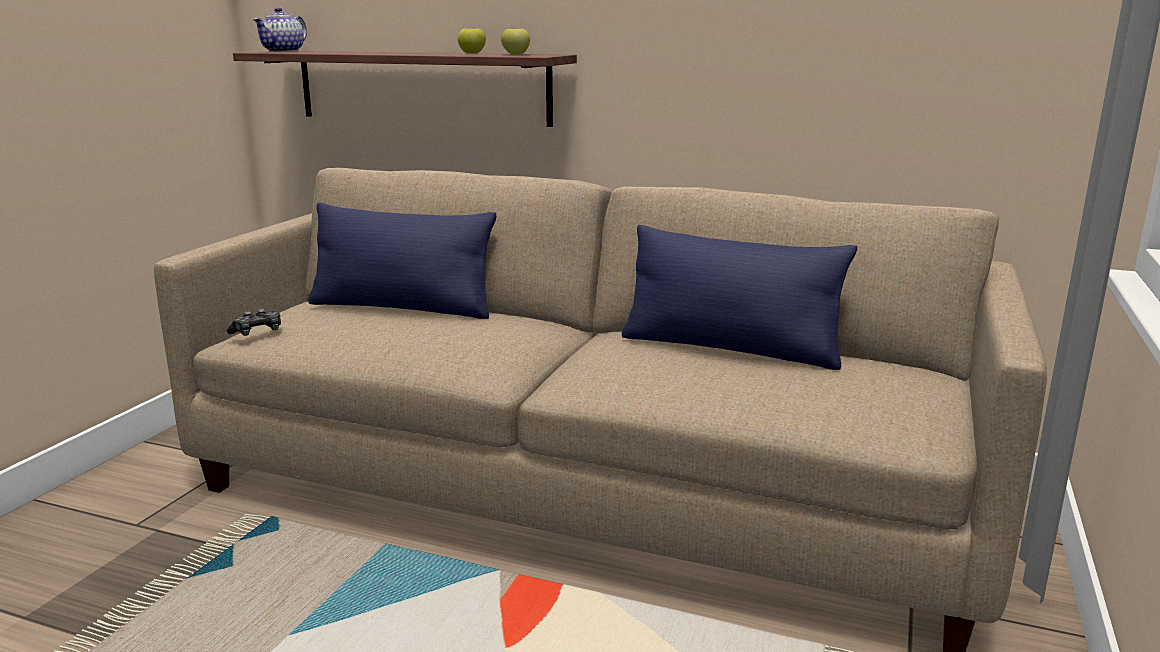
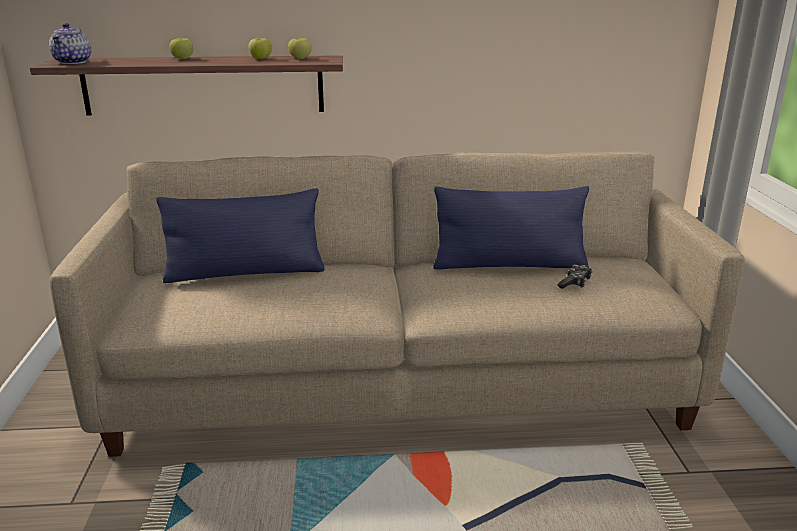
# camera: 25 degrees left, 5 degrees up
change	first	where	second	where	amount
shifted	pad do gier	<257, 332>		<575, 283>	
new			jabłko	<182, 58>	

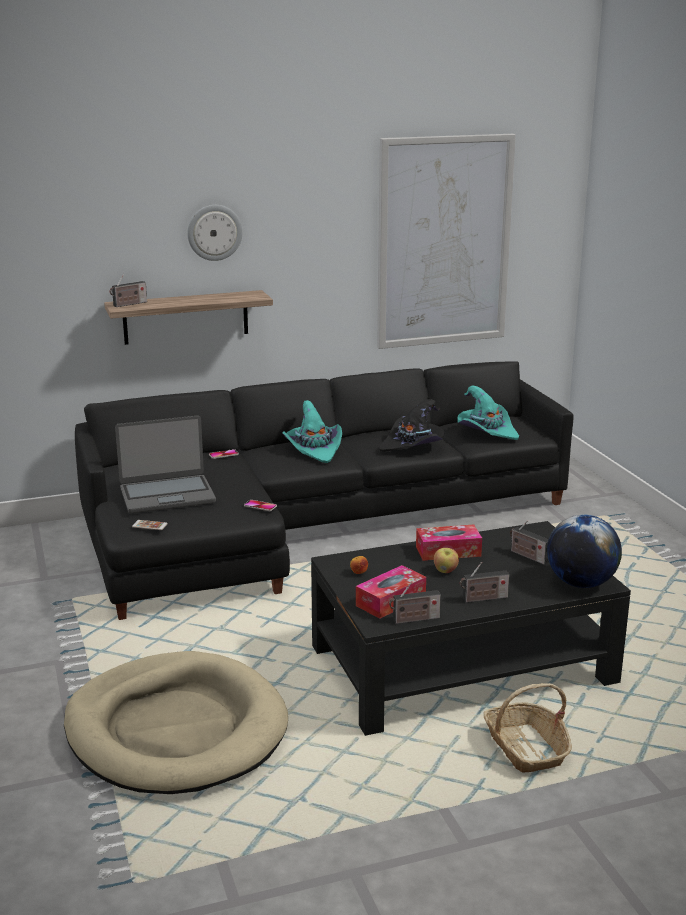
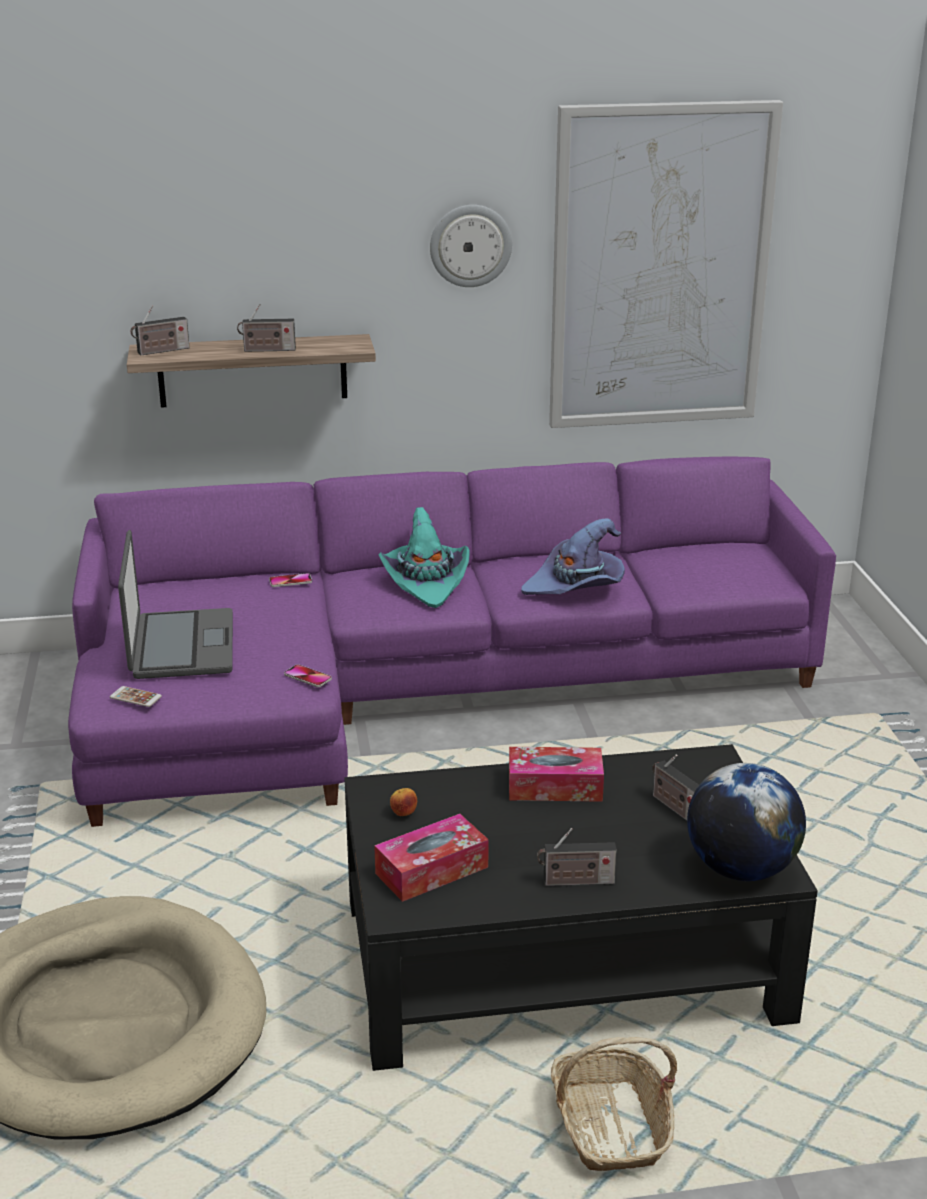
# camera: 10 degrees right, 5 degrees up
change	first	where	second	where	amount
shifted	zegar ścienny	<214, 232>		<470, 245>	
repainted	kanapa (czarny)	<307, 525>	kanapa (fioletowy)	<415, 690>	
gone	kapelusz (turkusowy)	<486, 431>			
repainted	kapelusz (czarny)	<413, 445>	kapelusz (fioletowy)	<576, 586>	
rotated	laptop	<167, 495>		<181, 646>	90 degrees counterclockwise
gone	jabłko	<445, 571>			
shifted	radio	<414, 619>		<267, 350>	

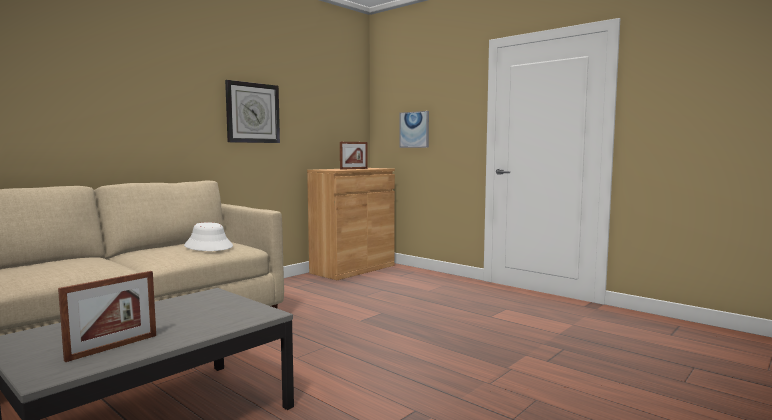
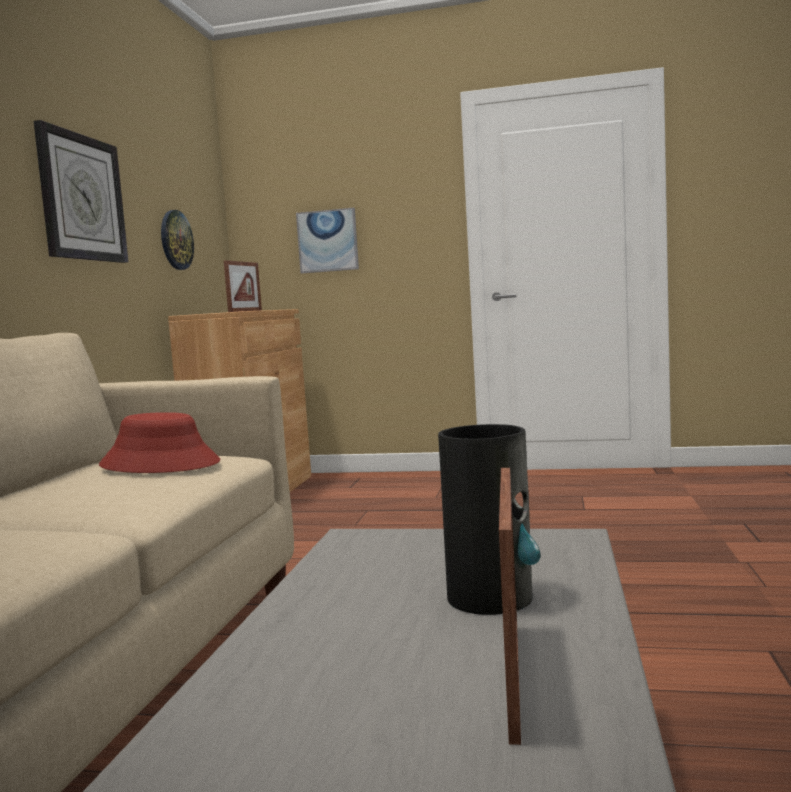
# camera: 30 degrees left, 0 degrees up
change	first	where	second	where	amount
repainted	kapelusz (biały)	<209, 246>	kapelusz (czerwony)	<160, 464>	
new			zegar ścienny	<176, 240>	
new			wazon	<491, 597>	

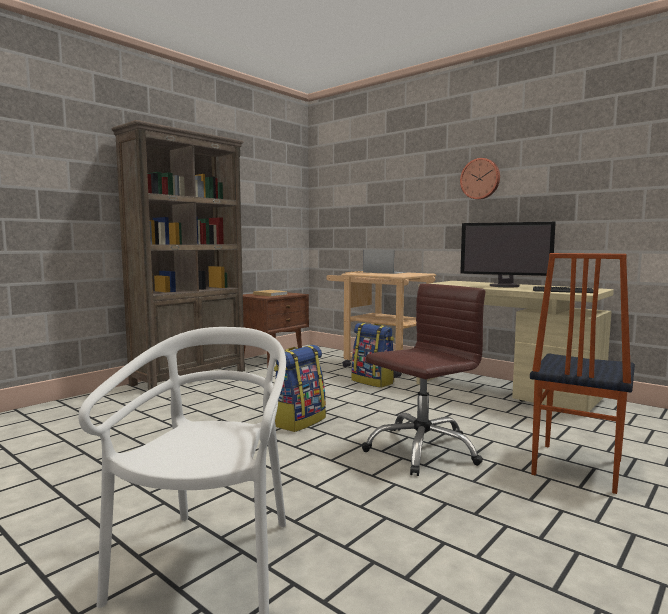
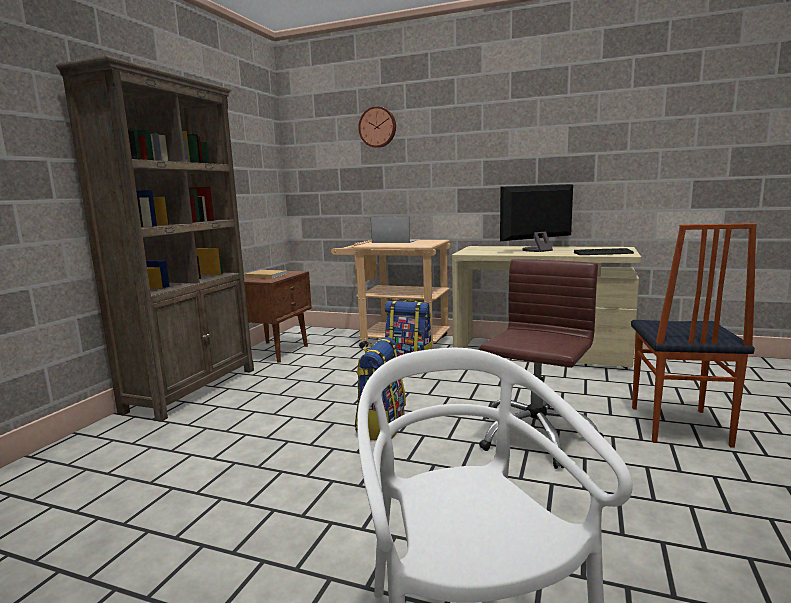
# camera: 20 degrees left, 5 degrees up
change	first	where	second	where	amount
shifted	zegar ścienny	<480, 179>		<378, 127>	
rotated	monitor	<505, 286>		<537, 250>	150 degrees clockwise

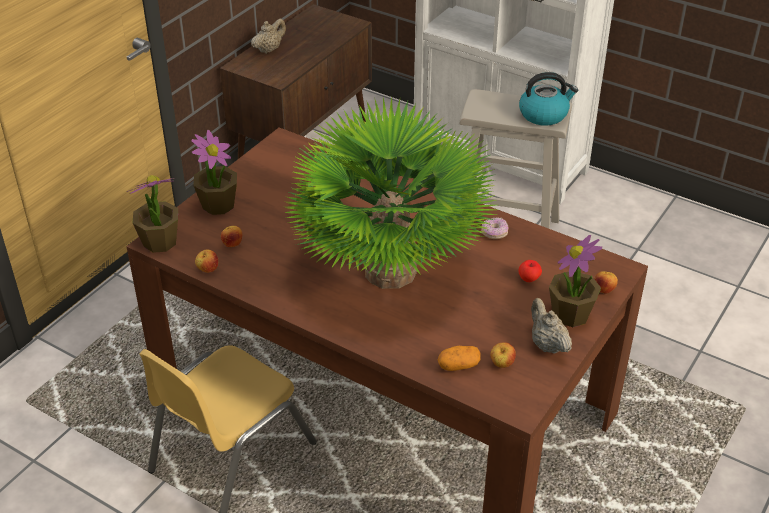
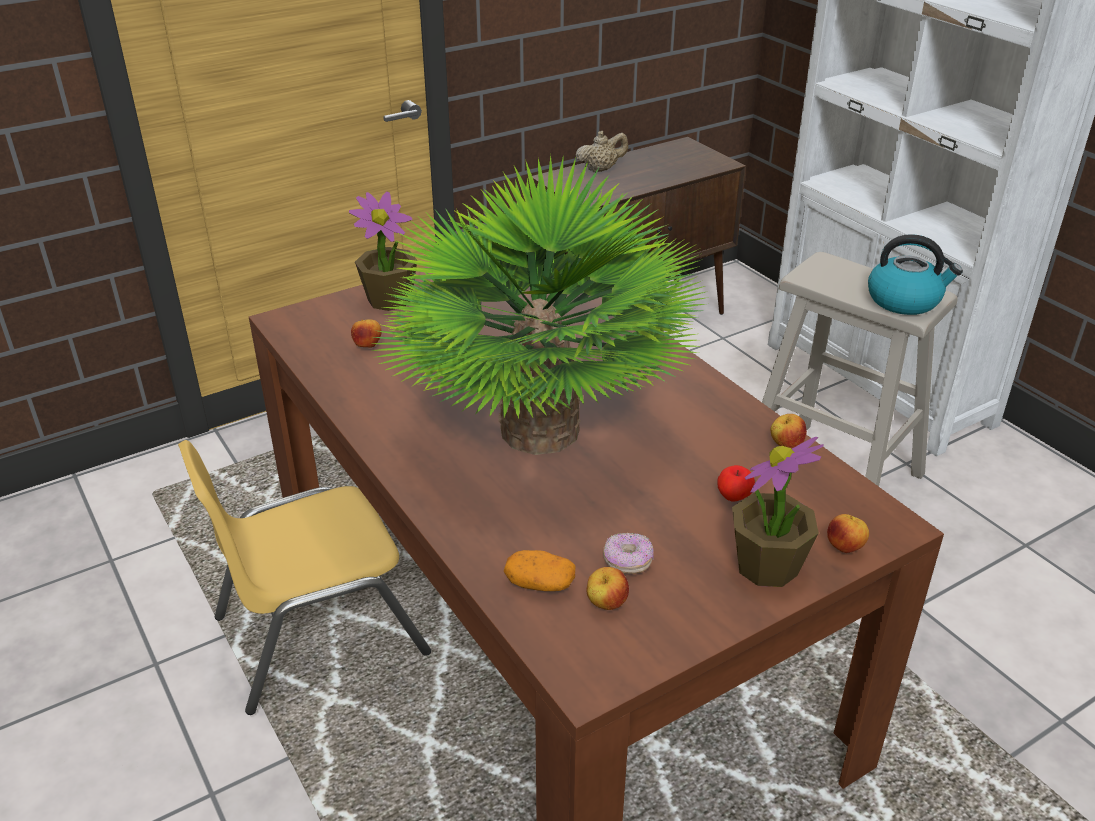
# camera: 25 degrees right, 5 degrees down
change	first	where	second	where	amount
gone	roślina doniczkowa	<159, 242>			
shifted	donut	<494, 233>		<627, 562>	
shifted	jabłko	<208, 270>		<786, 445>	
gone	imbryk (beżowy)	<547, 344>			

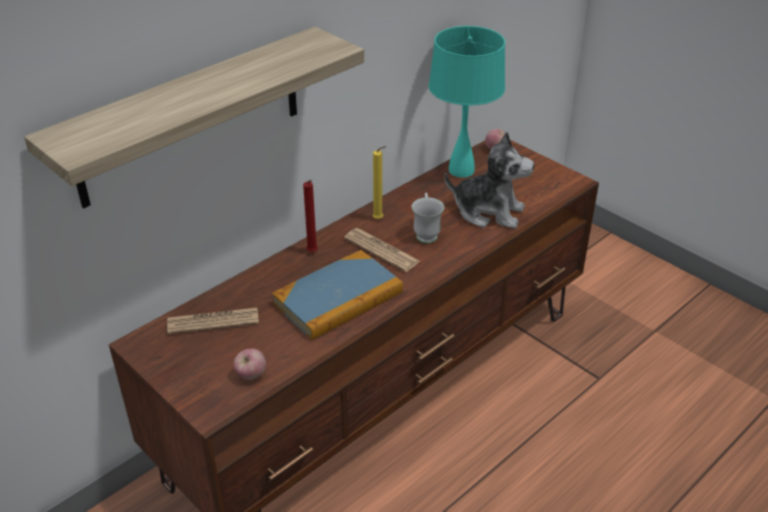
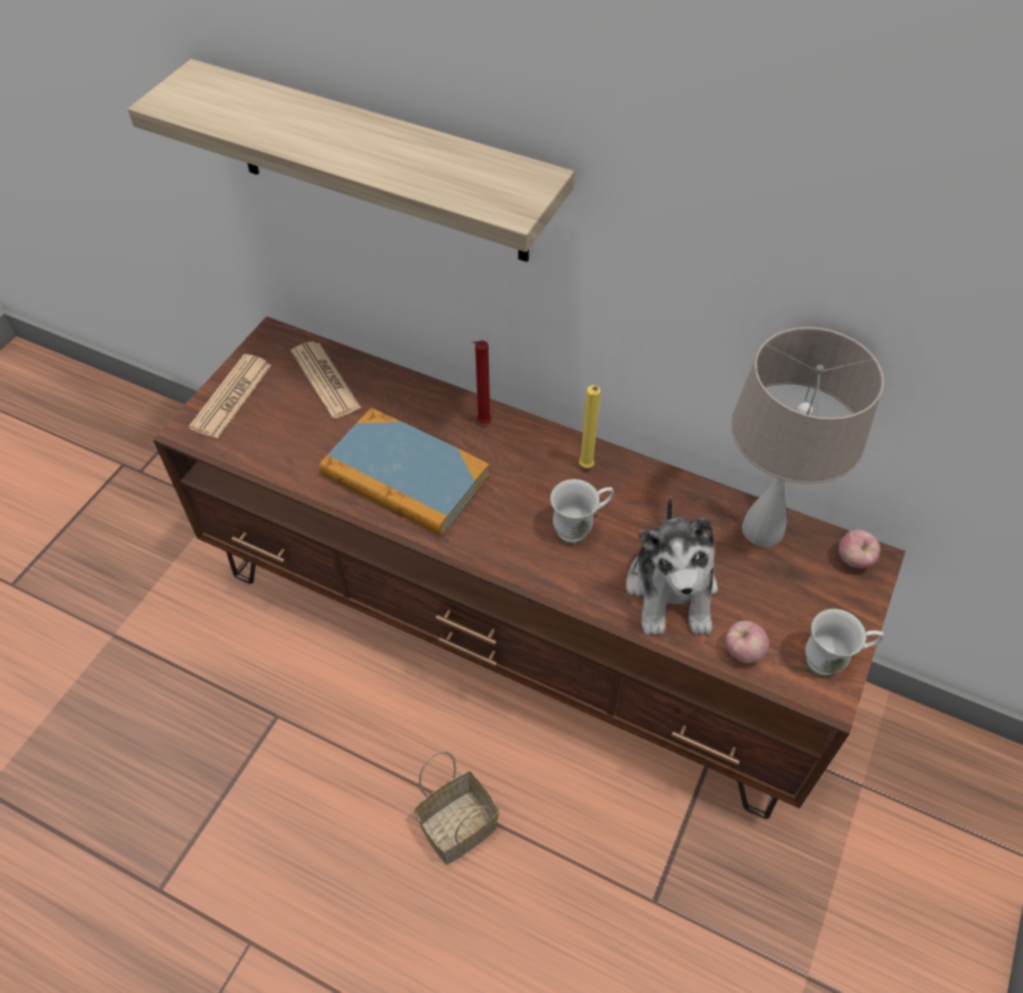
# camera: 70 degrees right, 15 degrees up
change	first	where	second	where	amount
repainted	lampa stołowa (turkusowy)	<461, 171>	lampa stołowa (beżowy)	<762, 529>	
shifted	gazeta	<381, 250>		<231, 396>	
shifted	jabłko	<251, 375>		<742, 652>	
new			kubek (biały)	<832, 661>	
new			koszyk	<457, 830>	

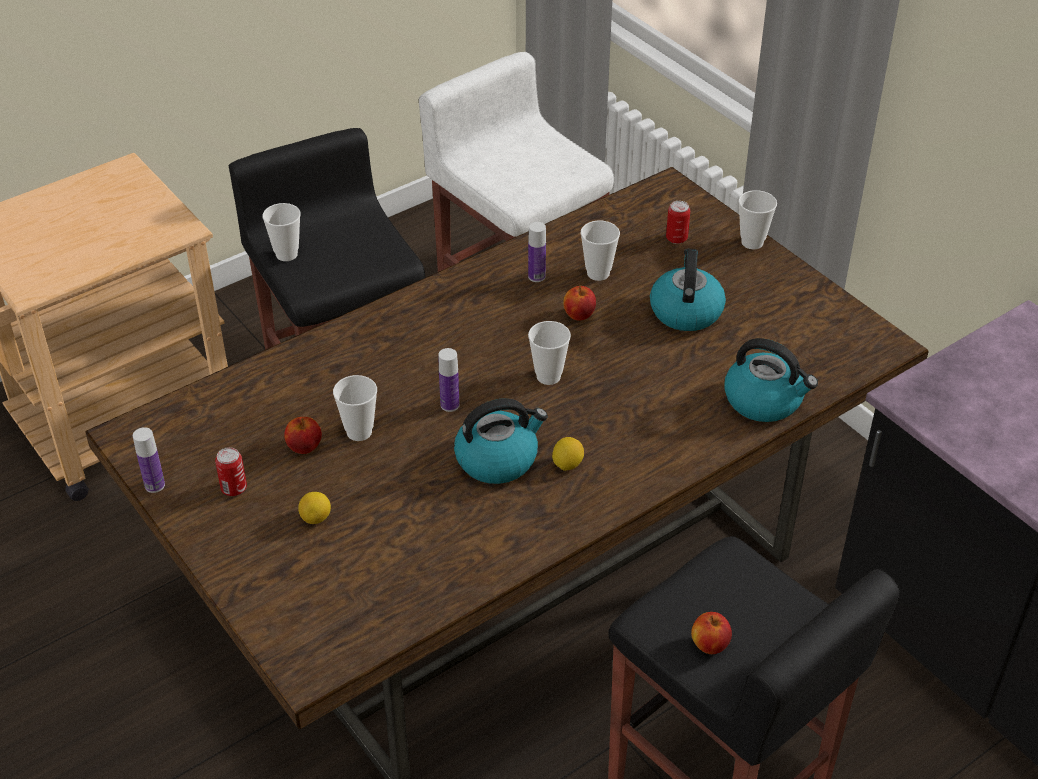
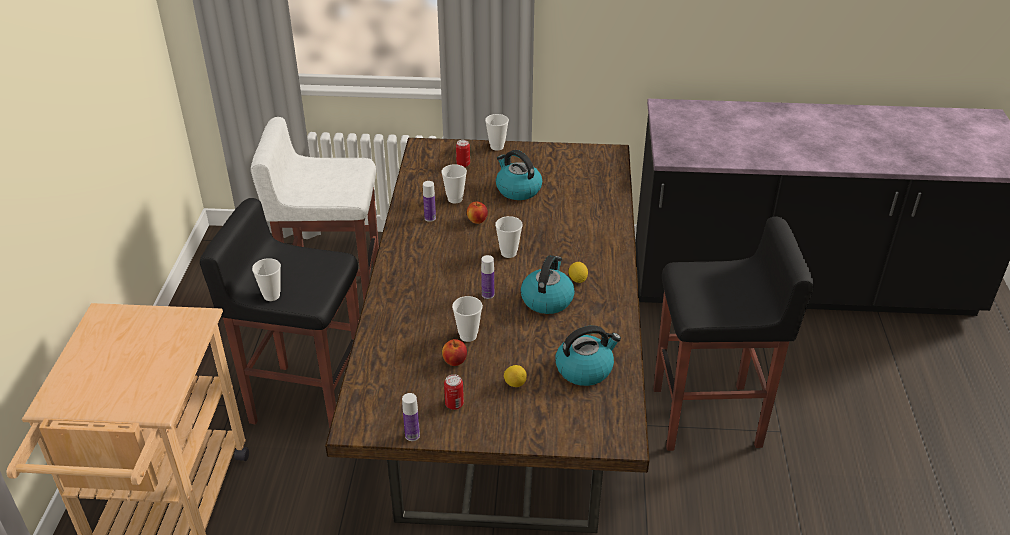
# camera: 50 degrees left, 5 degrees down
change	first	where	second	where	amount
shifted	czajnik	<764, 400>		<585, 369>	
gone	jabłko	<709, 645>			

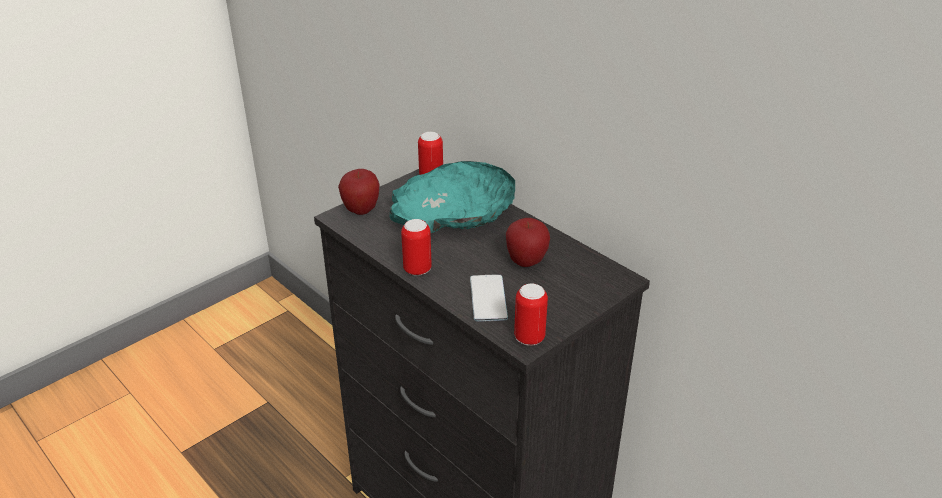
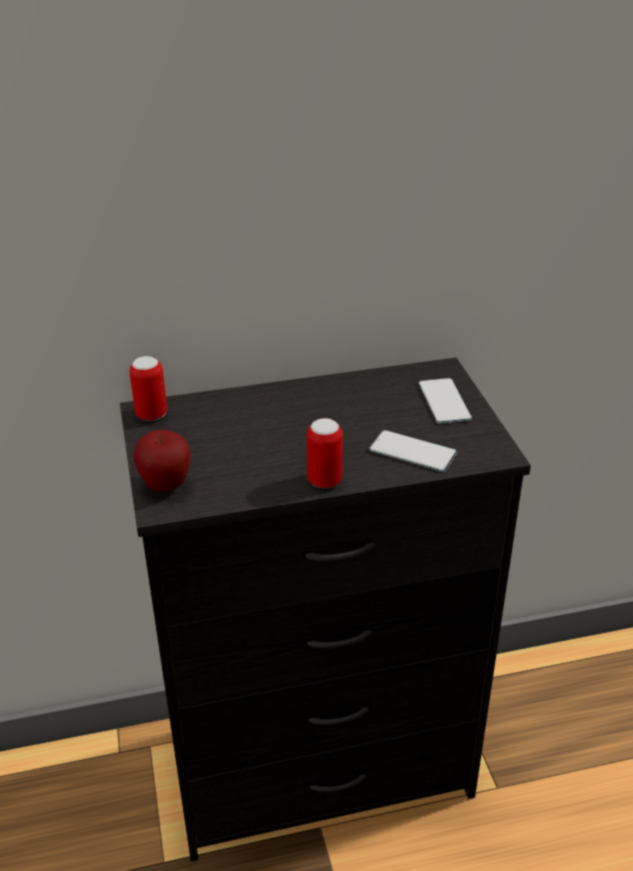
# camera: 60 degrees left, 0 degrees up
change	first	where	second	where	amount
gone	miska (turkusowy)	<453, 215>			
gone	jabłko	<526, 262>			
gone	puszka	<529, 337>			
new			telefon	<444, 401>	

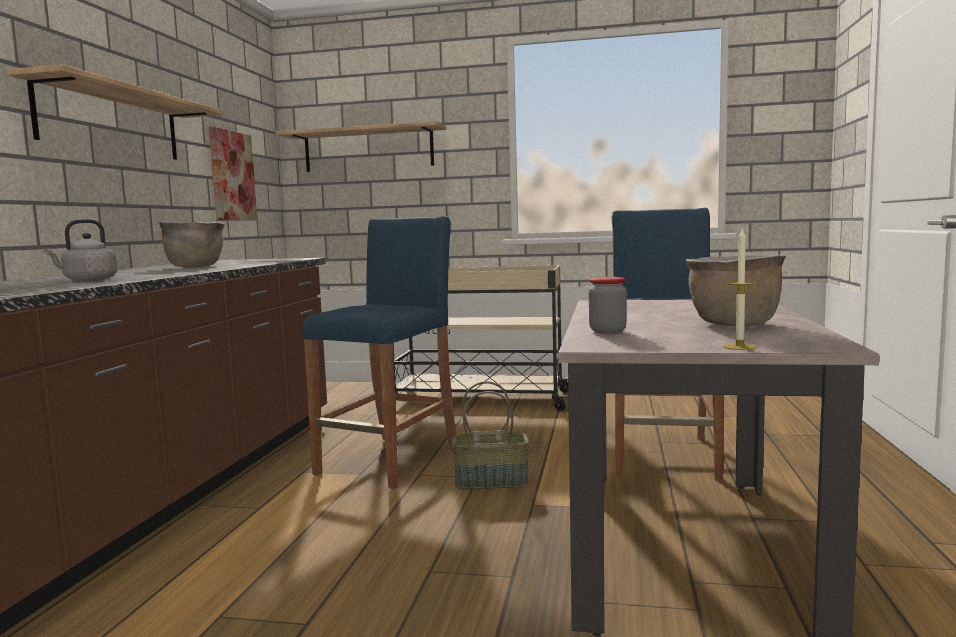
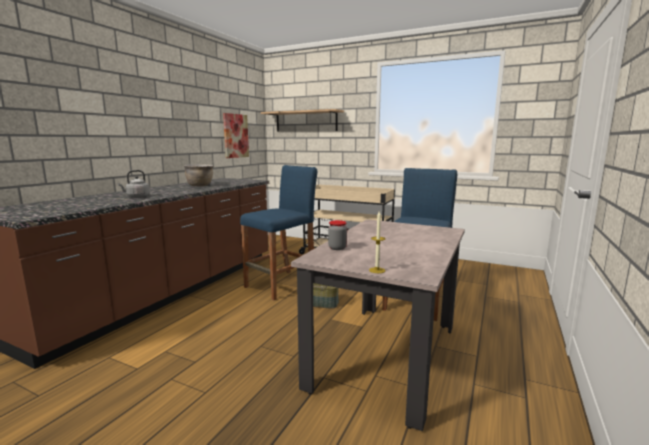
# camera: 15 degrees right, 5 degrees up
change	first	where	second	where	amount
gone	półka	<111, 123>			
gone	garnek (brązowy)	<733, 324>			

